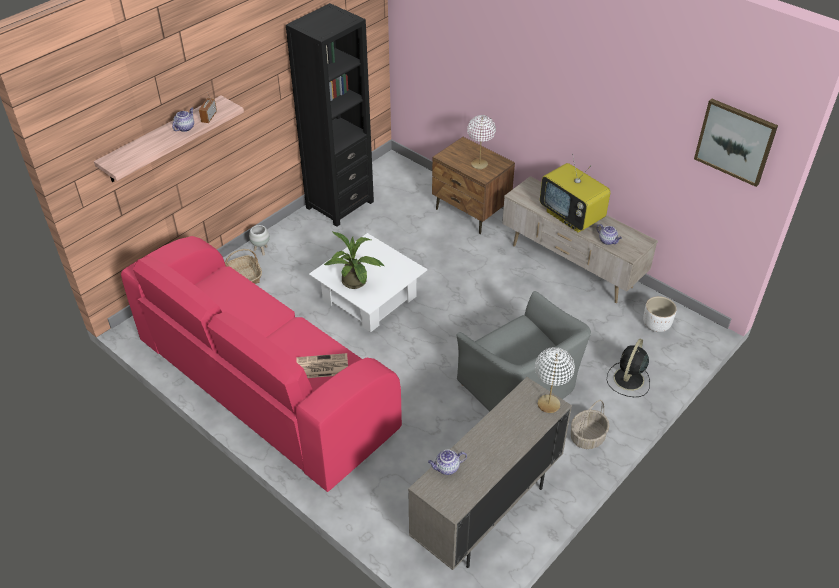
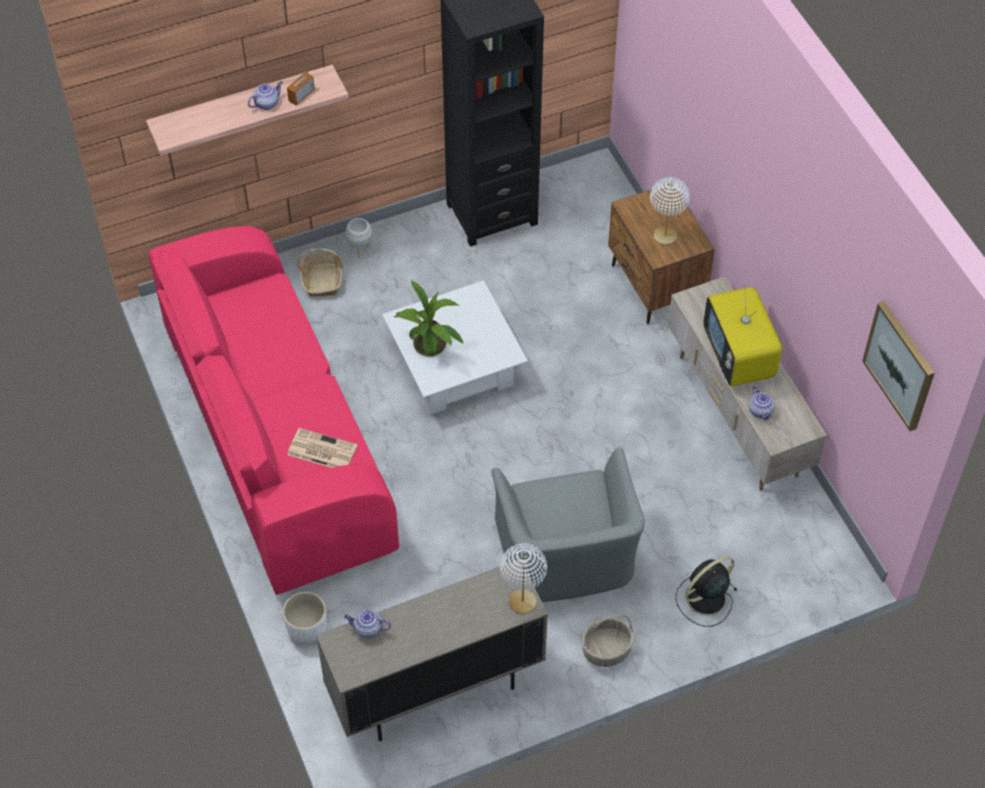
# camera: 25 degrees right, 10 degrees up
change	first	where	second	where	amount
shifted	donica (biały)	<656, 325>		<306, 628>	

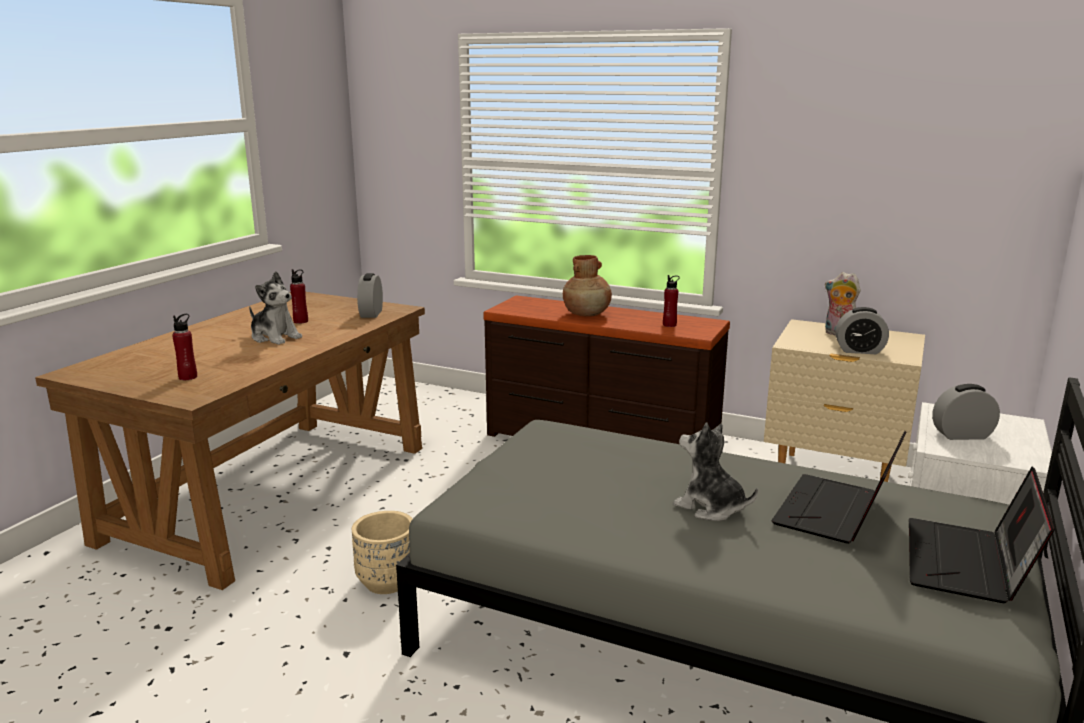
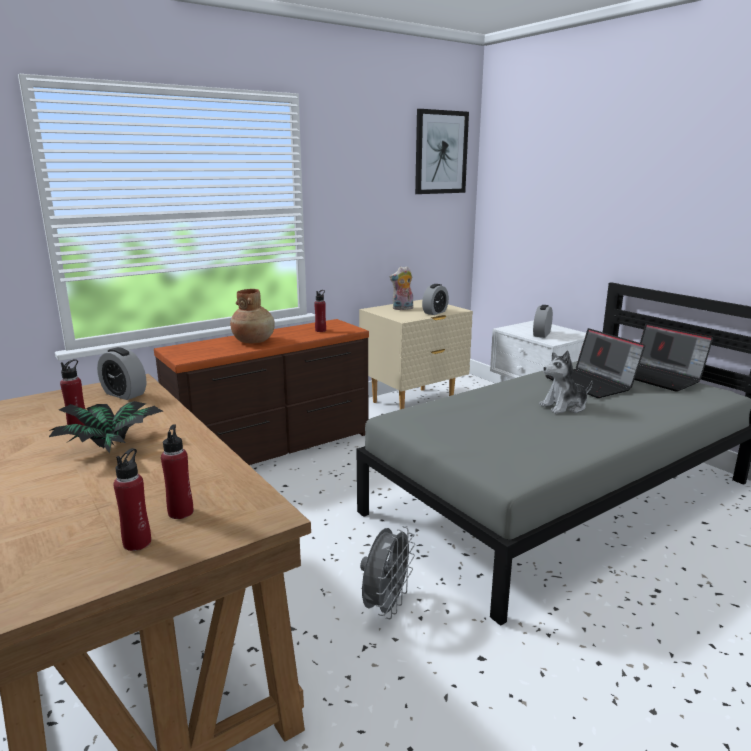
# camera: 60 degrees left, 0 degrees up
change	first	where	second	where	amount
swapped	pluszak	<275, 337>	roślina doniczkowa	<113, 446>	
swapped	donica (beżowy)	<387, 582>	wentylator (szary)	<386, 606>	
new			obraz	<440, 152>	
new			butelka (czerwony)	<137, 542>	

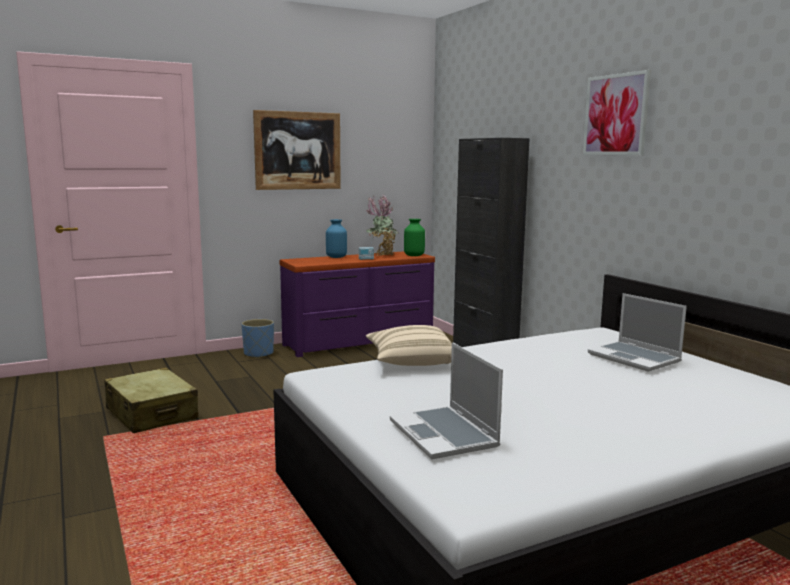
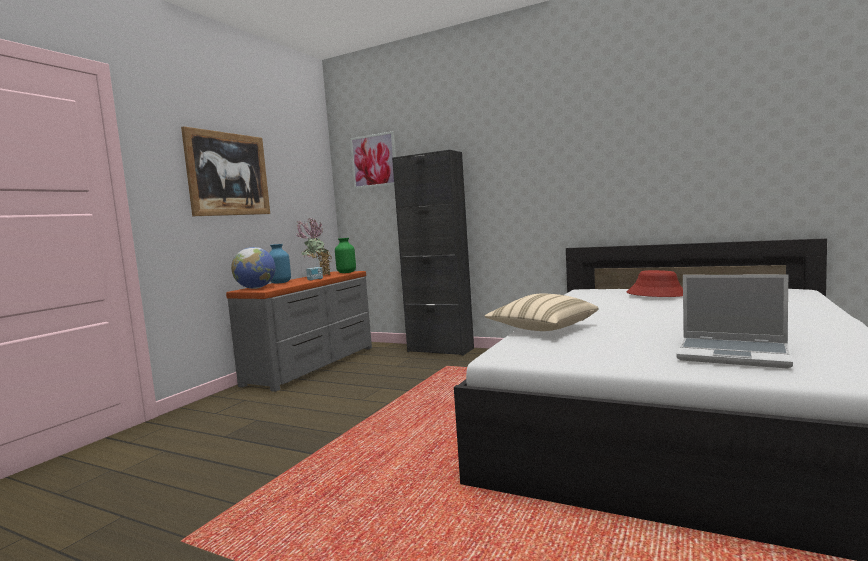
# camera: 35 degrees left, 5 degrees down
change	first	where	second	where	amount
shifted	obraz	<616, 115>		<374, 161>	
repainted	komoda (fioletowy)	<359, 342>	komoda (szary)	<313, 365>	
swapped	laptop	<635, 358>	kapelusz (czerwony)	<656, 294>	
gone	donica (niebieski)	<258, 354>			
gone	walizka (beżowy)	<152, 414>			
new			globus	<256, 288>	

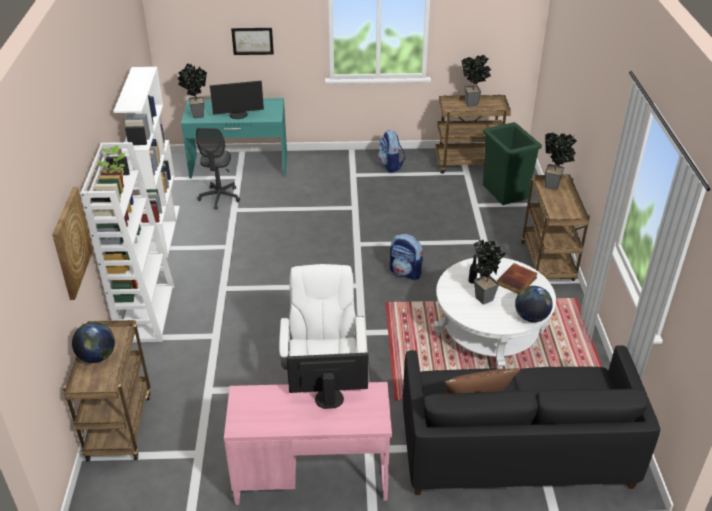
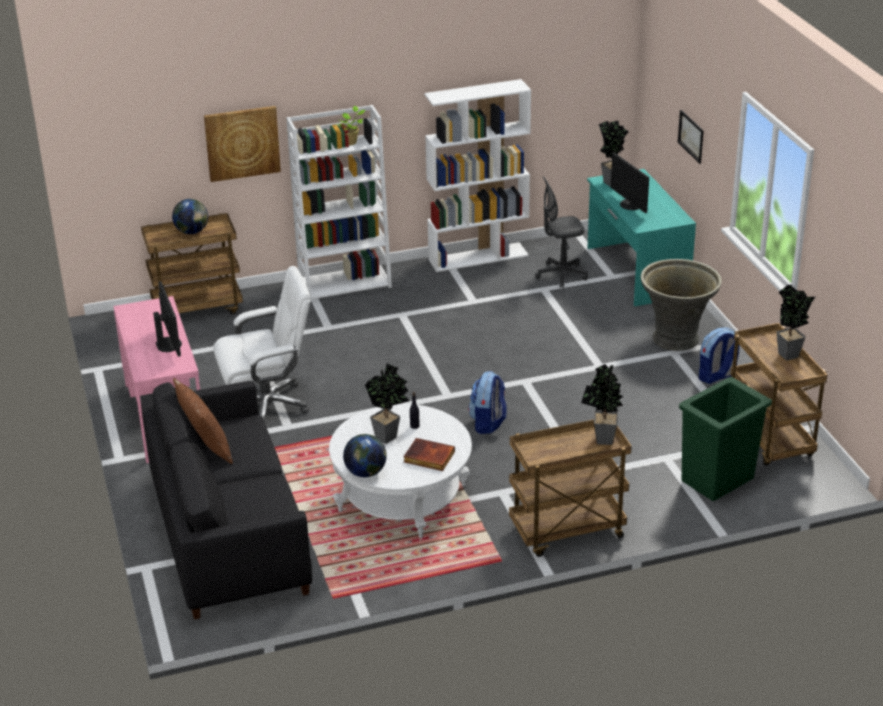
# camera: 75 degrees right, 5 degrees down
change	first	where	second	where	amount
new			donica (szary)	<676, 338>	

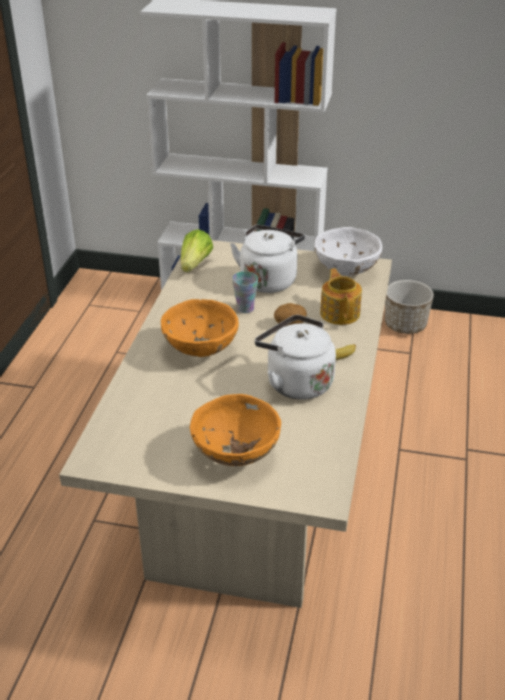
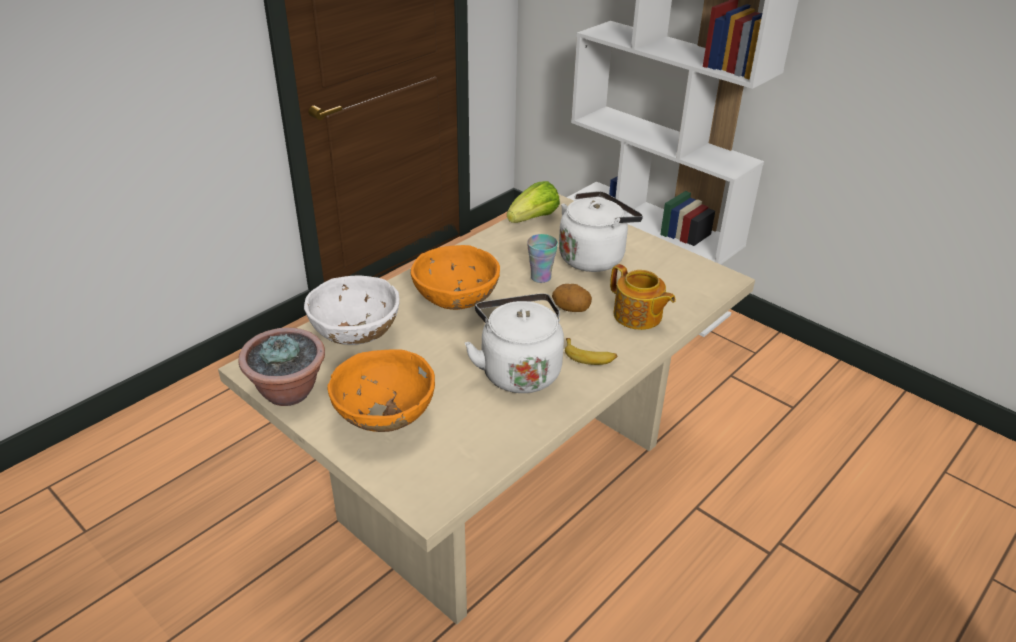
# camera: 30 degrees right, 0 degrees up
change	first	where	second	where	amount
shifted	miska (biały)	<346, 271>		<356, 336>	
rotated	imbryk	<340, 313>		<638, 316>	120 degrees clockwise
gone	donica	<405, 325>			
new			roślina doniczkowa	<289, 392>	

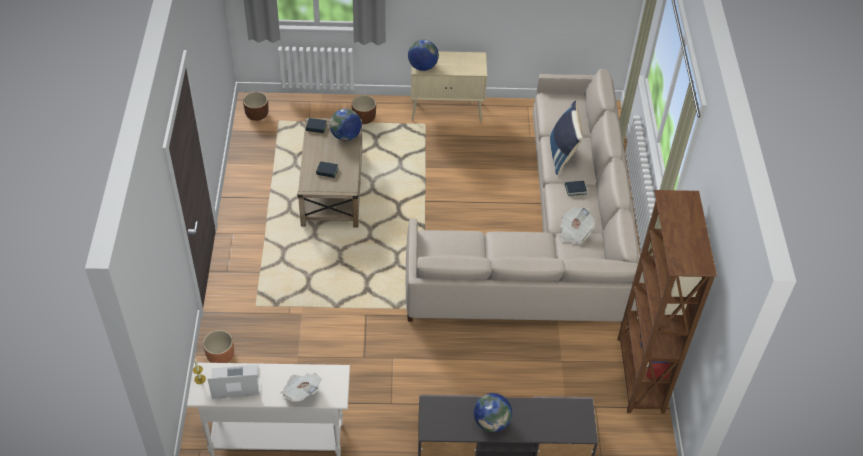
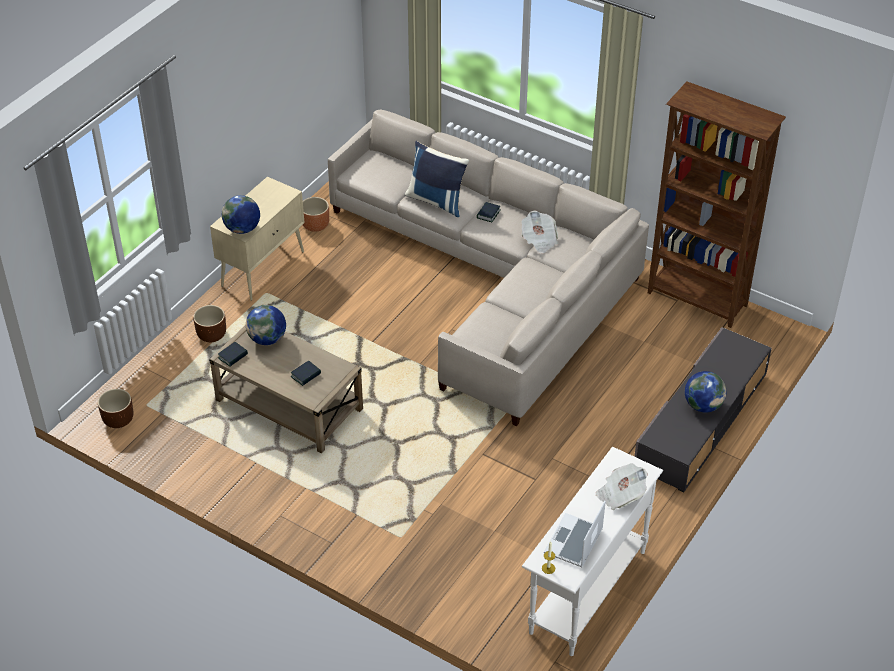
# camera: 55 degrees left, 5 degrees down
change	first	where	second	where	amount
shifted	donica (brązowy)	<220, 356>		<315, 226>	

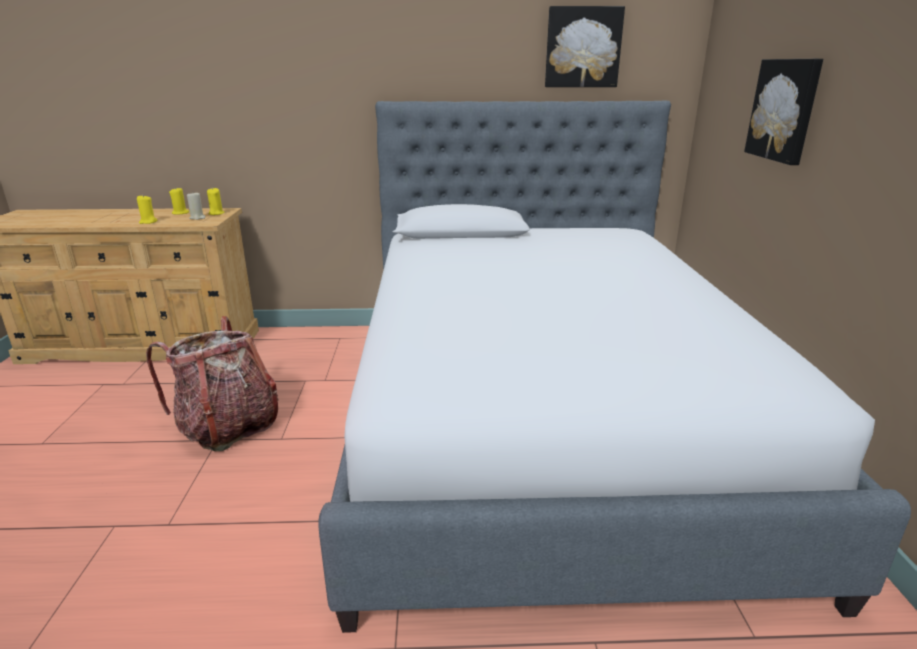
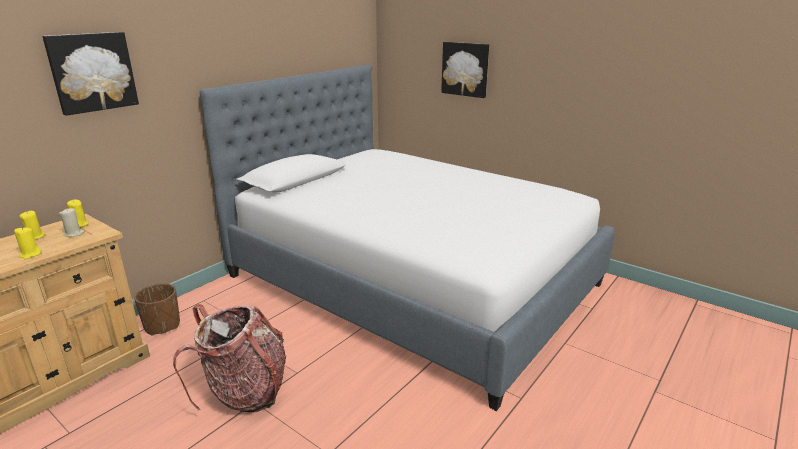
# camera: 50 degrees left, 0 degrees up
change	first	where	second	where	amount
shifted	obraz	<582, 47>		<92, 72>	
new			donica (brązowy)	<162, 325>	

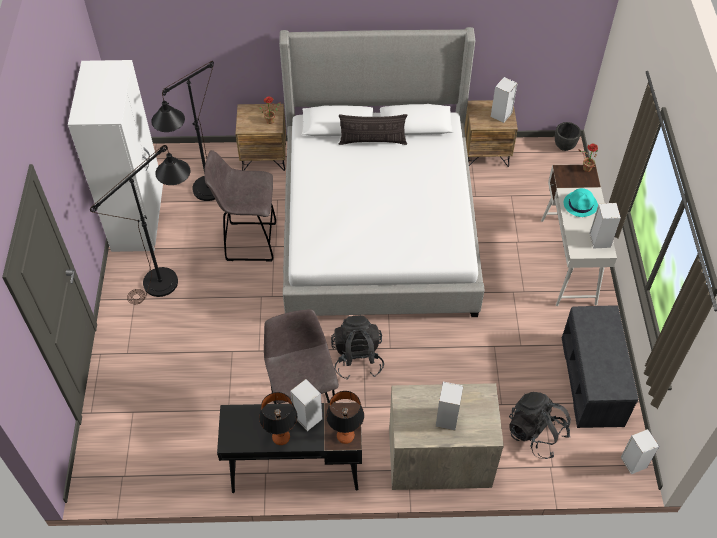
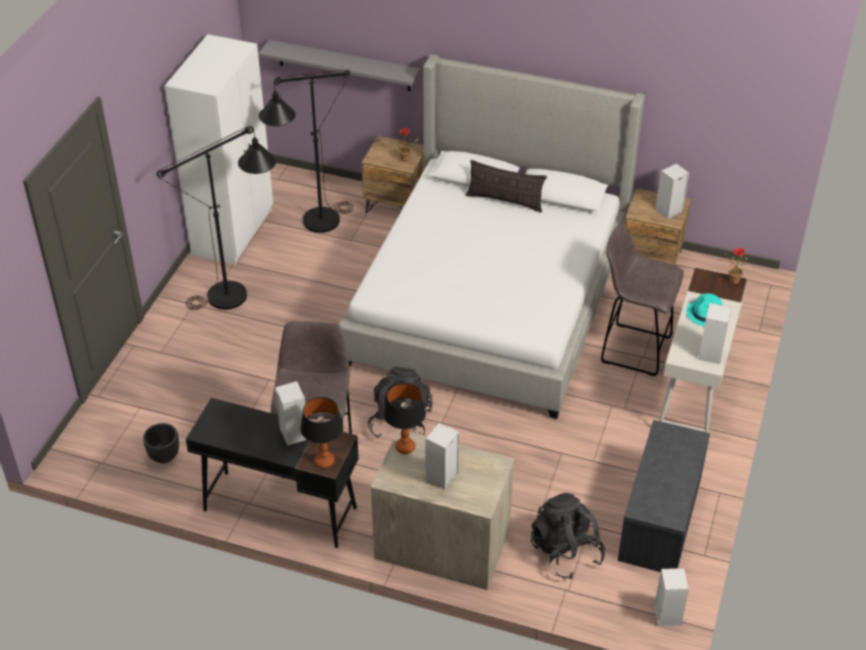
# camera: 20 degrees right, 10 degrees down
change	first	where	second	where	amount
shifted	donica (czarny)	<564, 146>		<164, 457>	
shifted	stołek (szary)	<249, 241>		<633, 349>	
shifted	lampa stołowa	<281, 438>		<405, 447>	
new			półka (szary)	<344, 65>	

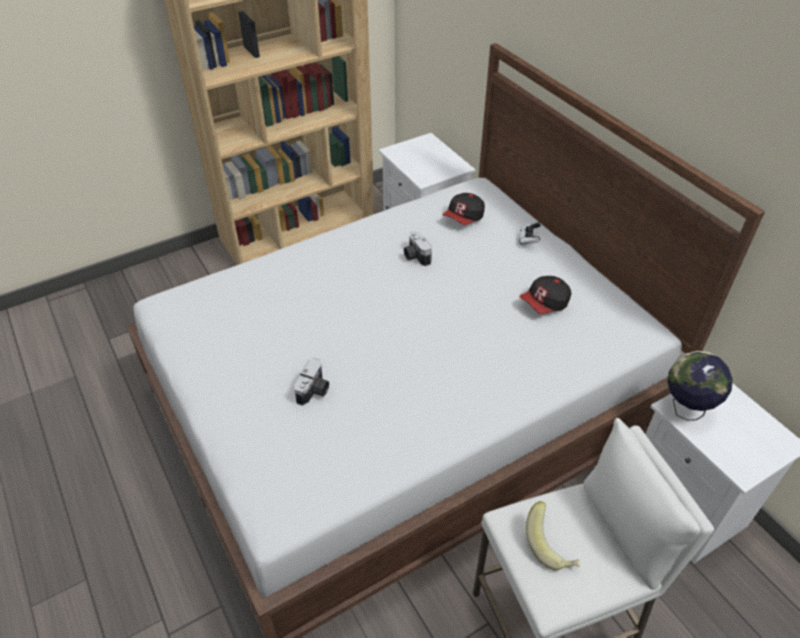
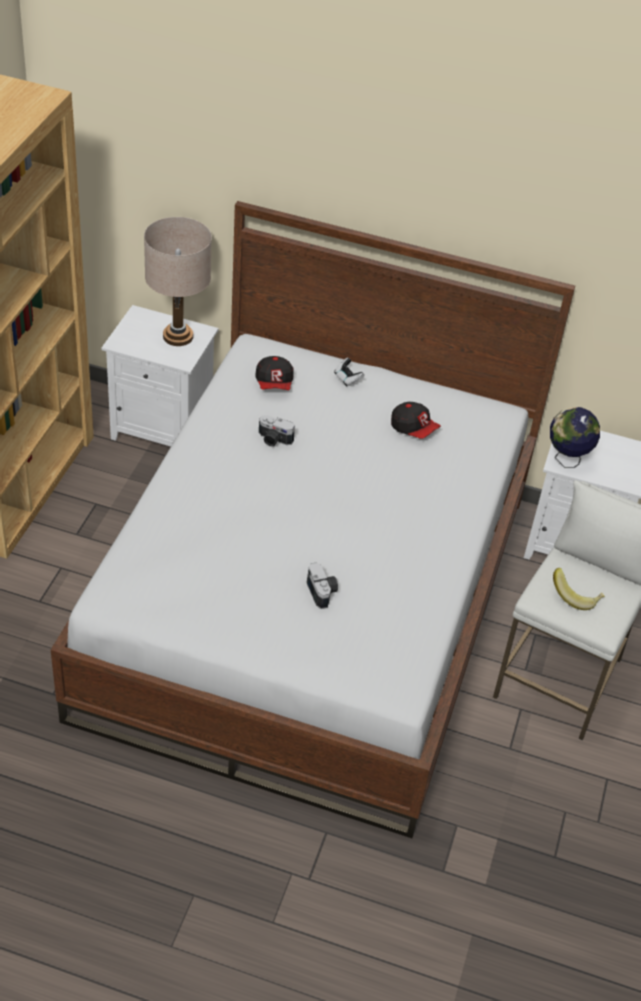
# camera: 45 degrees left, 0 degrees up
change	first	where	second	where	amount
rotated	czapka z daszkiem	<545, 304>		<413, 429>	60 degrees counterclockwise
new			lampa stołowa (beżowy)	<178, 336>	

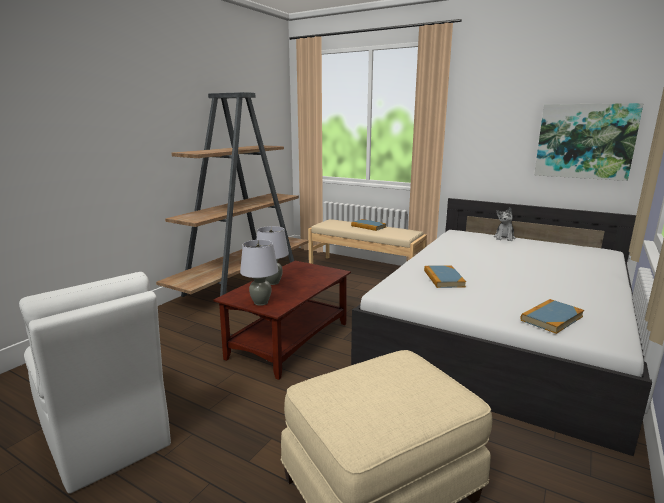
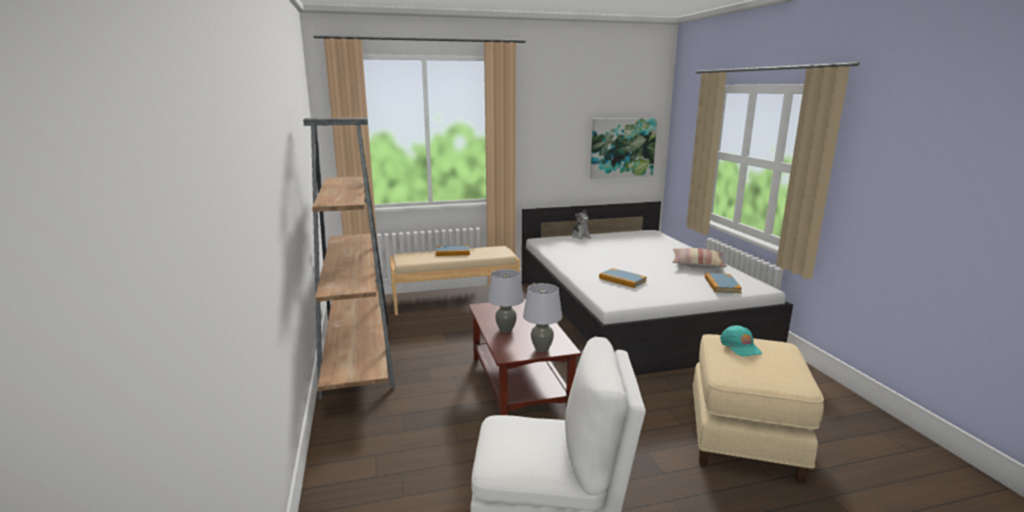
# camera: 45 degrees left, 0 degrees up
change	first	where	second	where	amount
new			poduszka	<697, 264>	
new			czapka z daszkiem (turkusowy)	<740, 346>	

